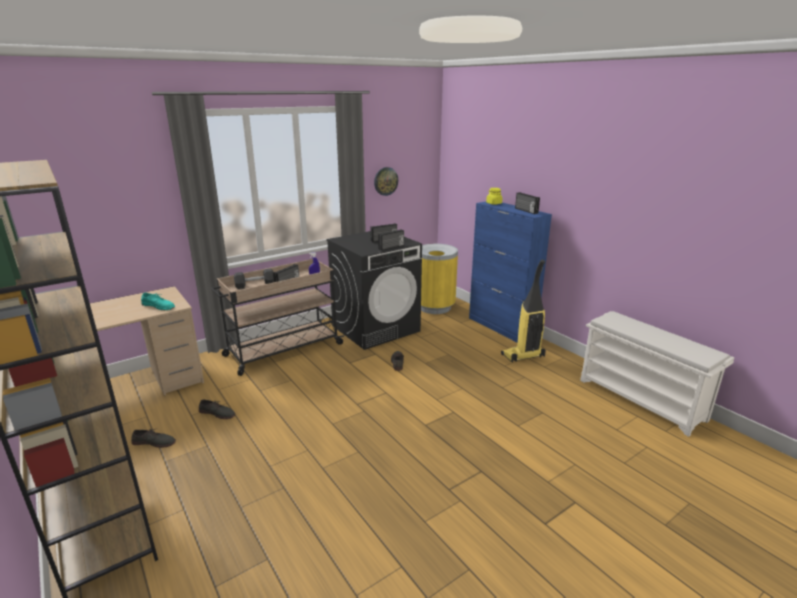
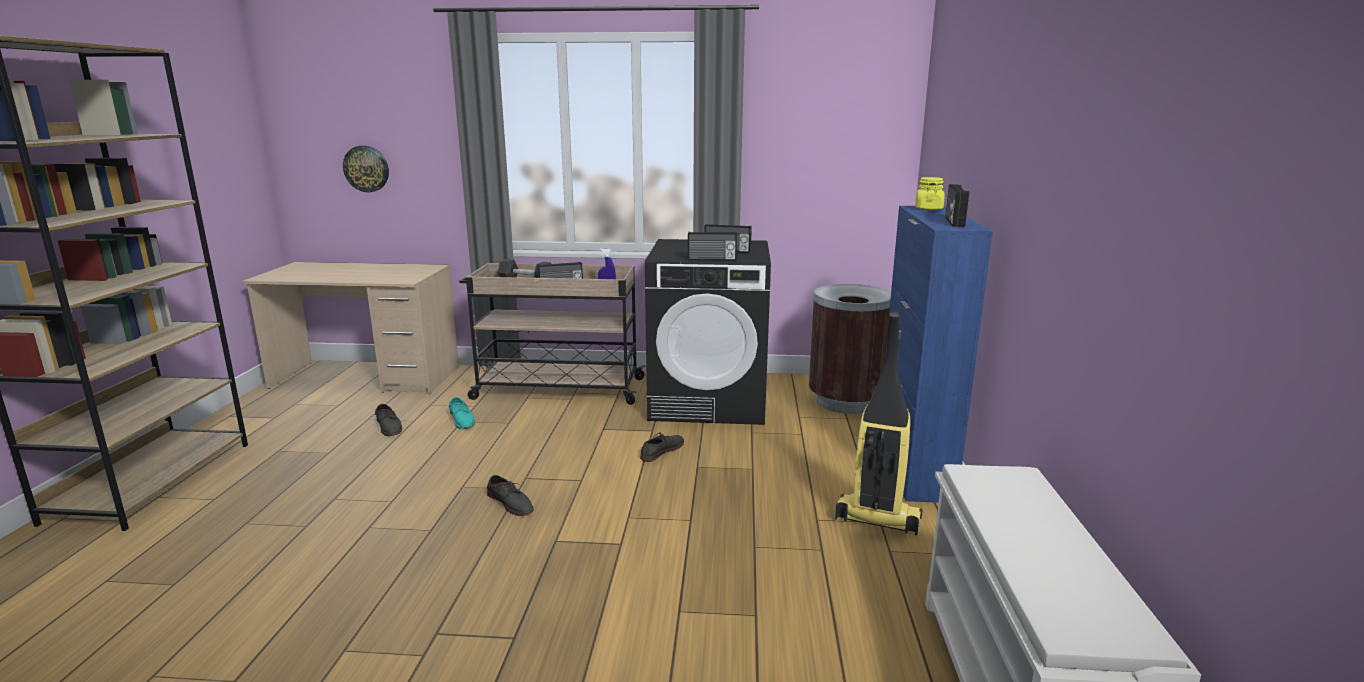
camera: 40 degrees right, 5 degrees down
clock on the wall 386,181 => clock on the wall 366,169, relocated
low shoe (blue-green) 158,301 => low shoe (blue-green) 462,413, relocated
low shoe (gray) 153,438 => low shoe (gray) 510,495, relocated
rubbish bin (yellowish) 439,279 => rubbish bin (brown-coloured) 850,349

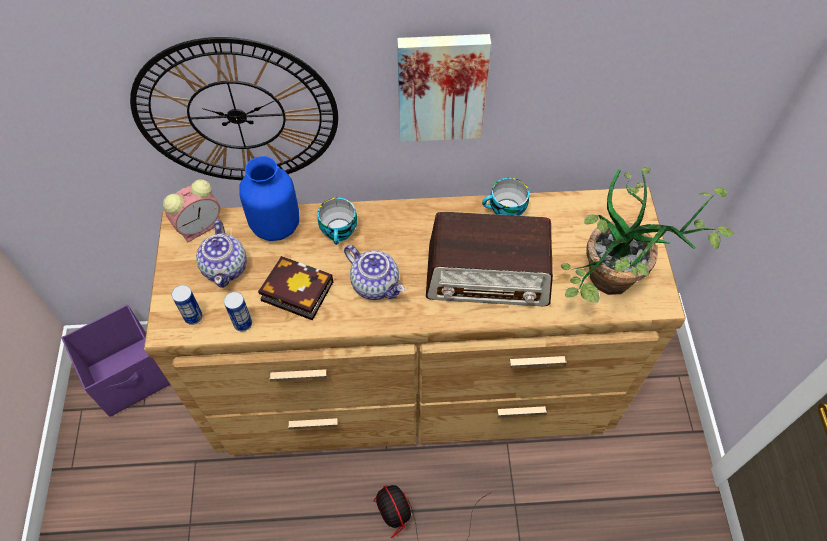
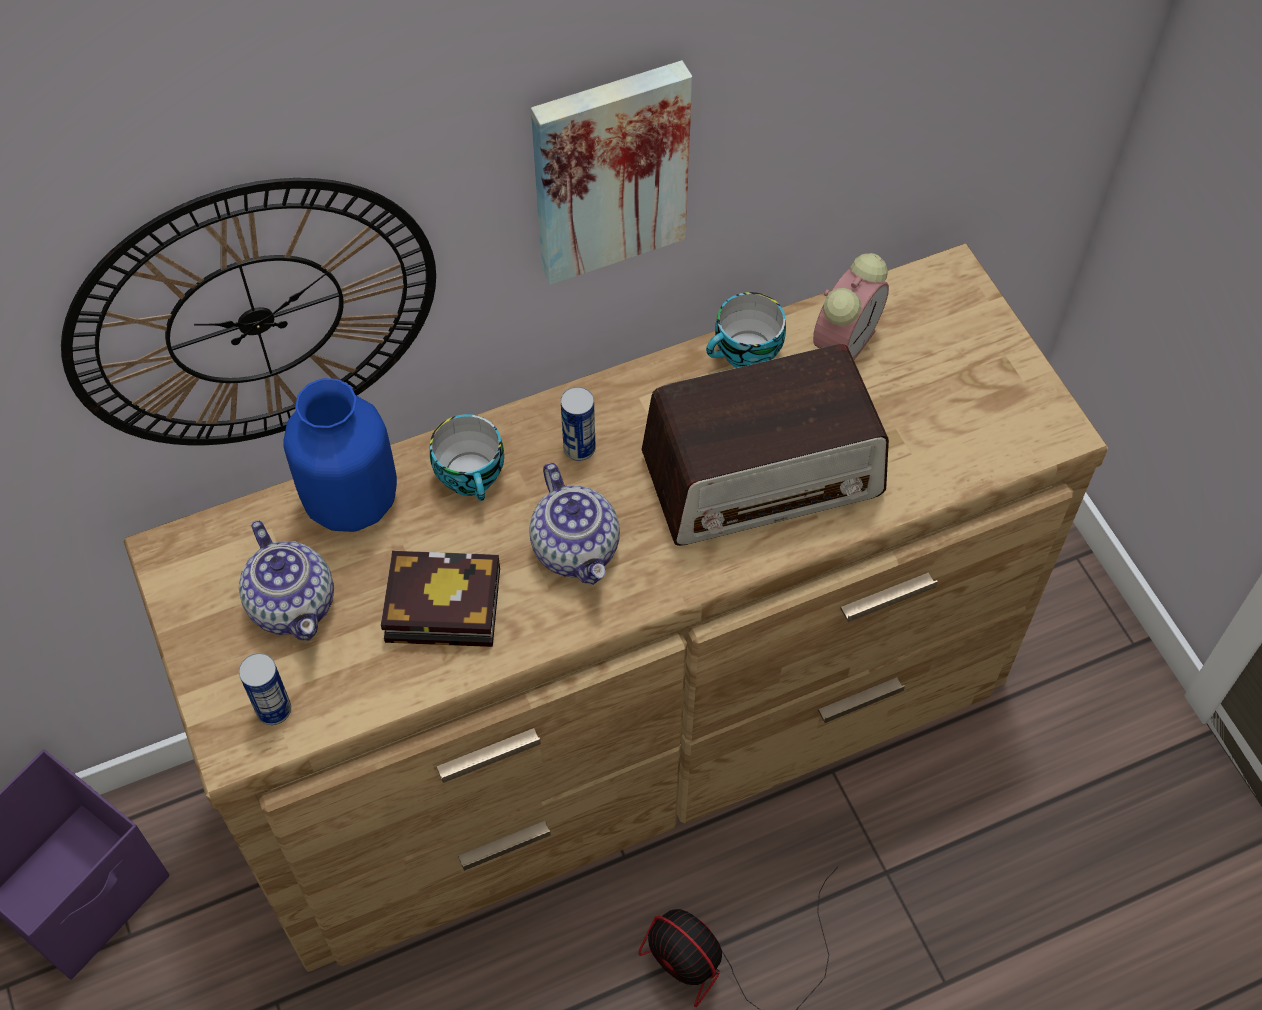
camera: 20 degrees left, 0 degrees up
tea pot 374,272 => tea pot 574,524, 45 degrees clockwise
metal can 238,311 => metal can 578,424, relocated
table clock 191,211 => table clock 851,306, relocated
plant in a pot 647,235 => nothing

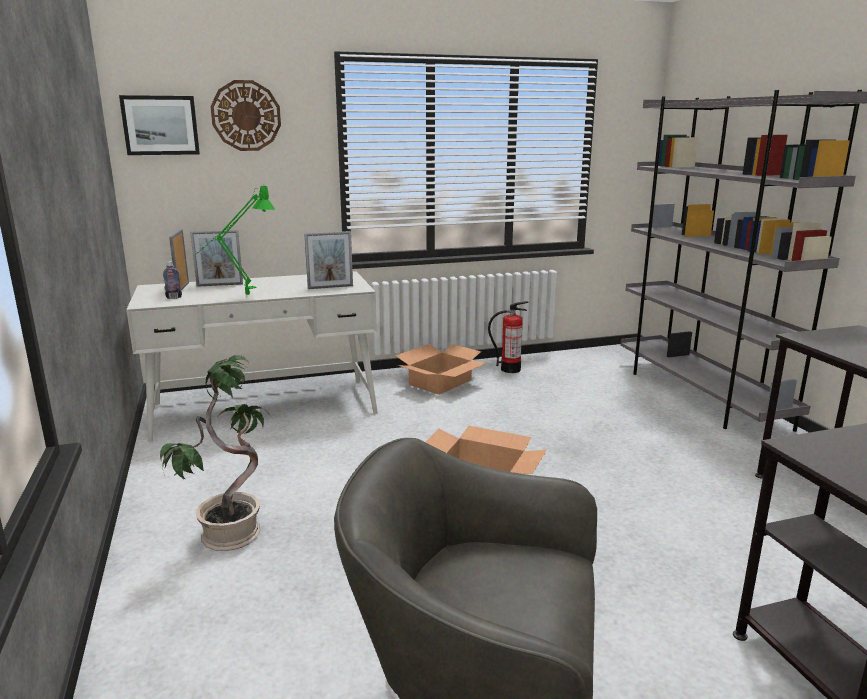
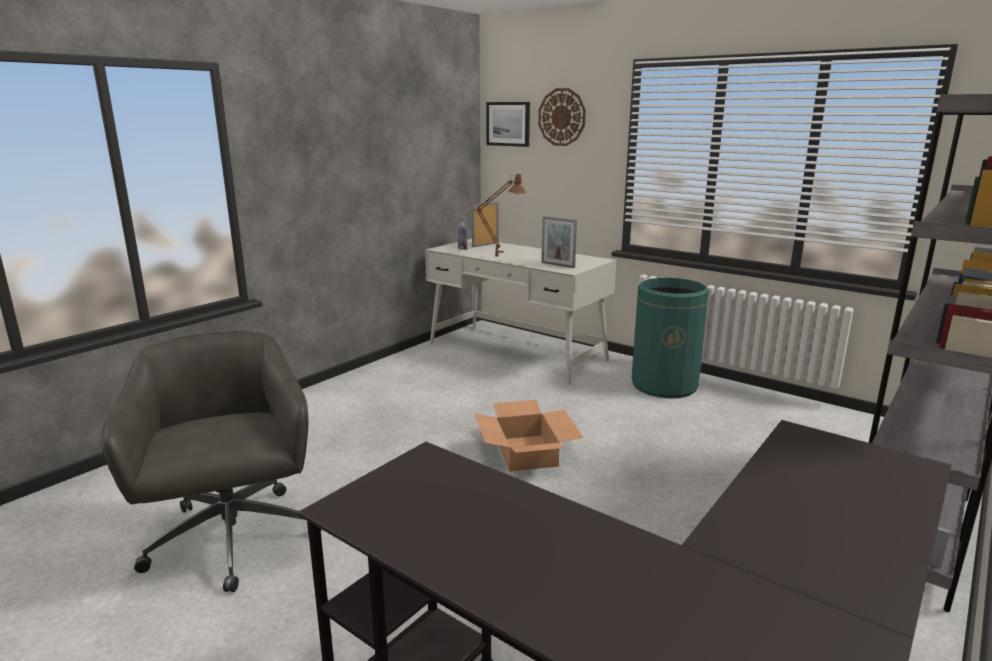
camera: 55 degrees right, 0 degrees up
table lamp (green) 235,240 => table lamp (brown-coloured) 493,215
carton 441,369 => rubbish bin (green) 670,338
plant in a pot 215,453 => nothing
photo frame 216,258 => nothing
fire-fighting cylinder 508,337 => nothing

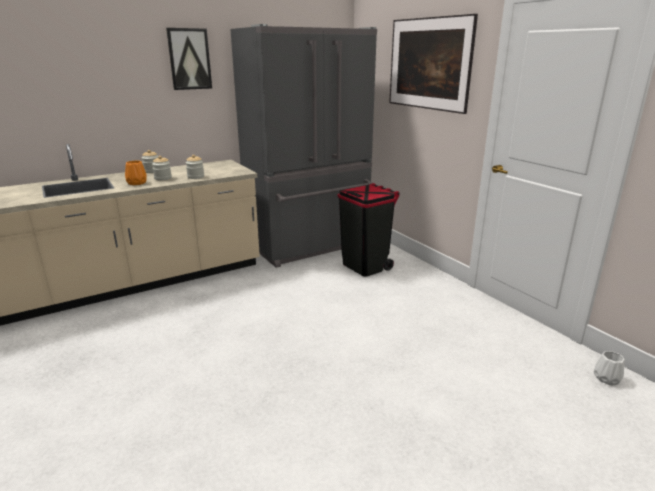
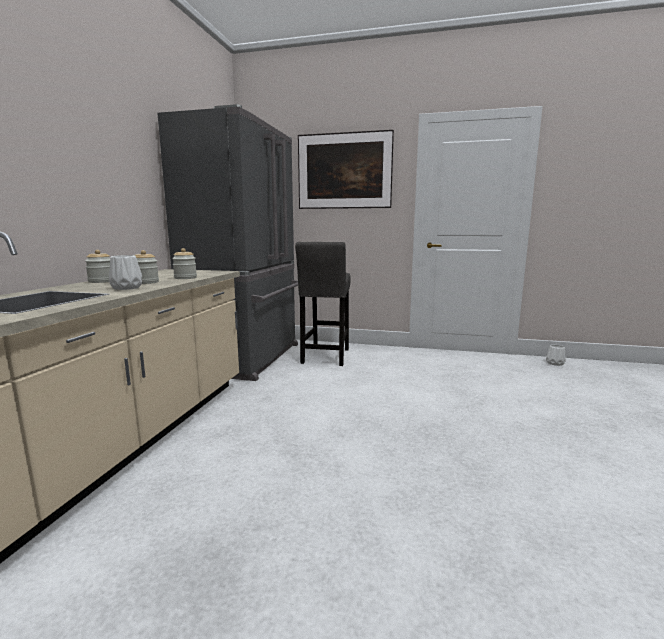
camera: 45 degrees left, 10 degrees down
flower vase (orange) 136,173 => flower vase (white-coloured) 125,272
rubbish bin (black-coloured) 369,230 => sitting stool (gray) 322,304
wall picture 189,59 => nothing

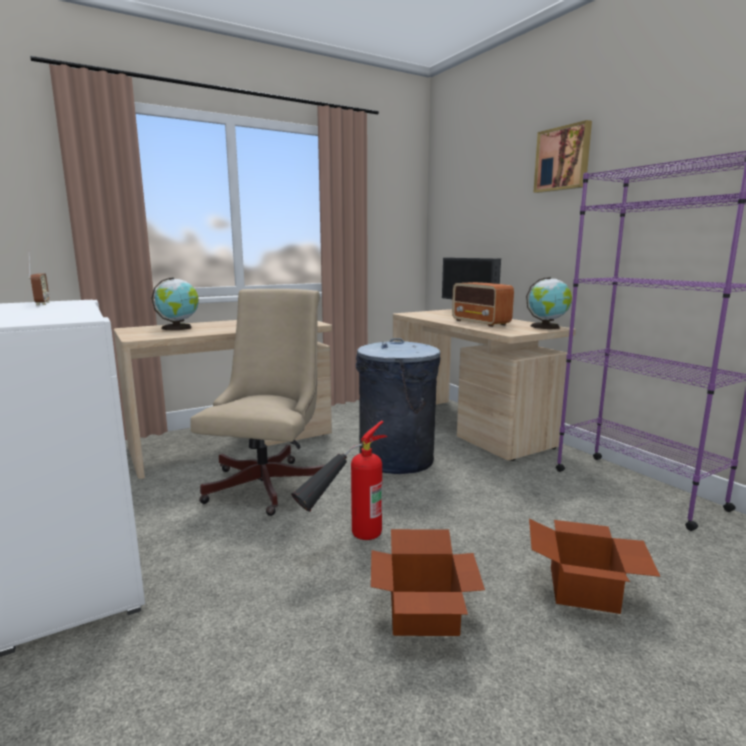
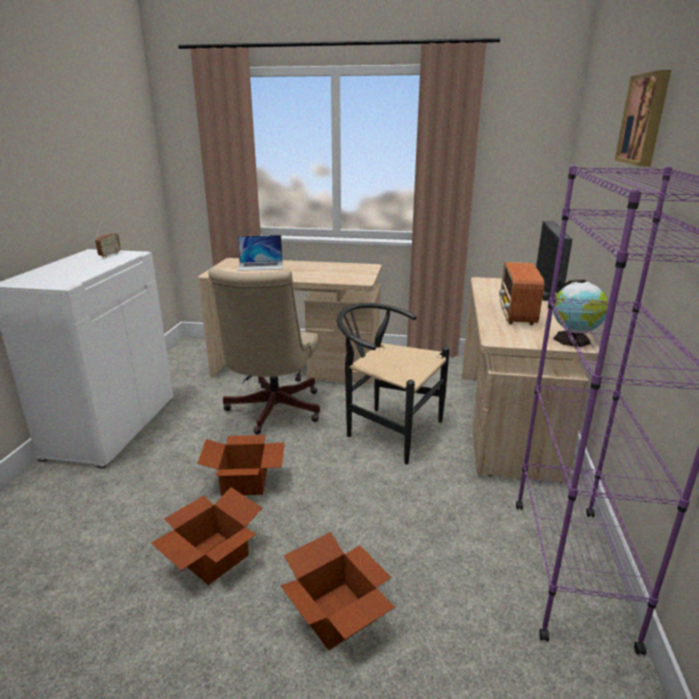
camera: 40 degrees right, 10 degrees up
fire-fighting cylinder 339,480 => carton 241,465
office chair (beige) 257,402 => office chair (beige) 264,351, 135 degrees clockwise
globe 175,303 => notebook computer 260,253
rubbish bin (gray) 398,406 => plain chair (black-coloured) 393,383

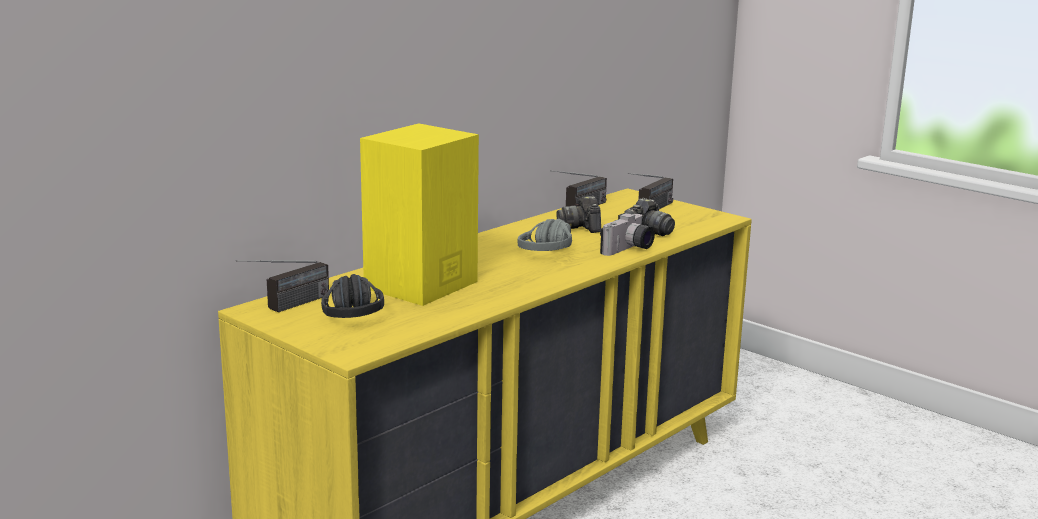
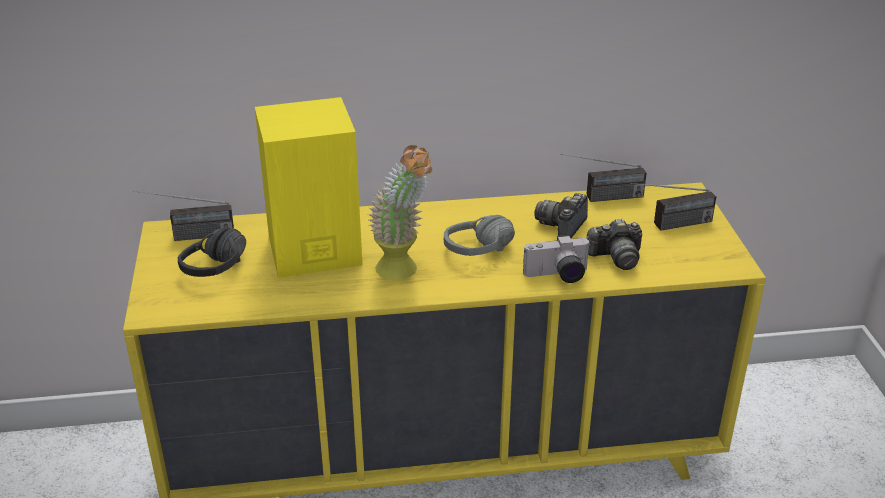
camera: 40 degrees right, 15 degrees up
nothing => plant in a pot 400,212

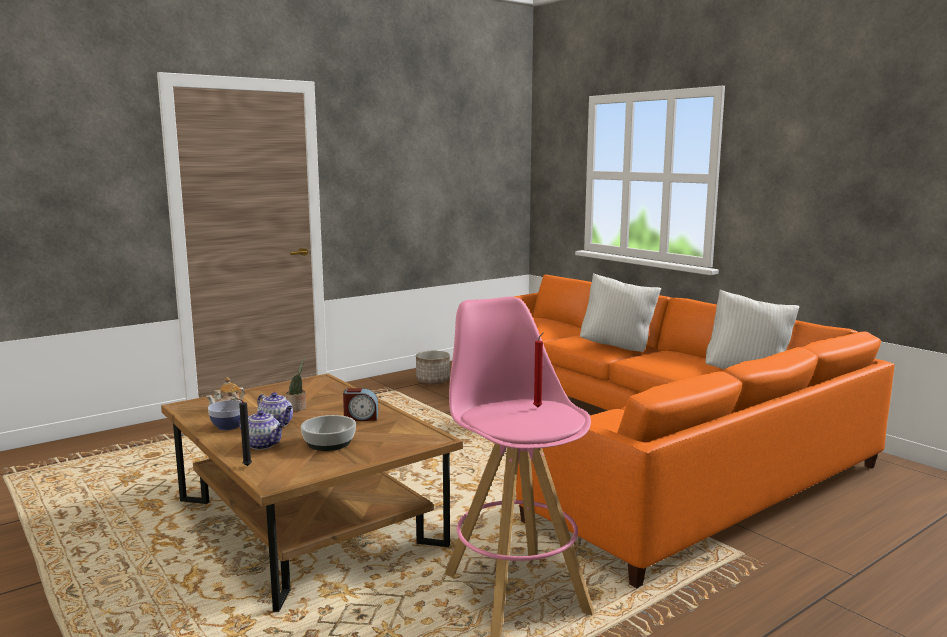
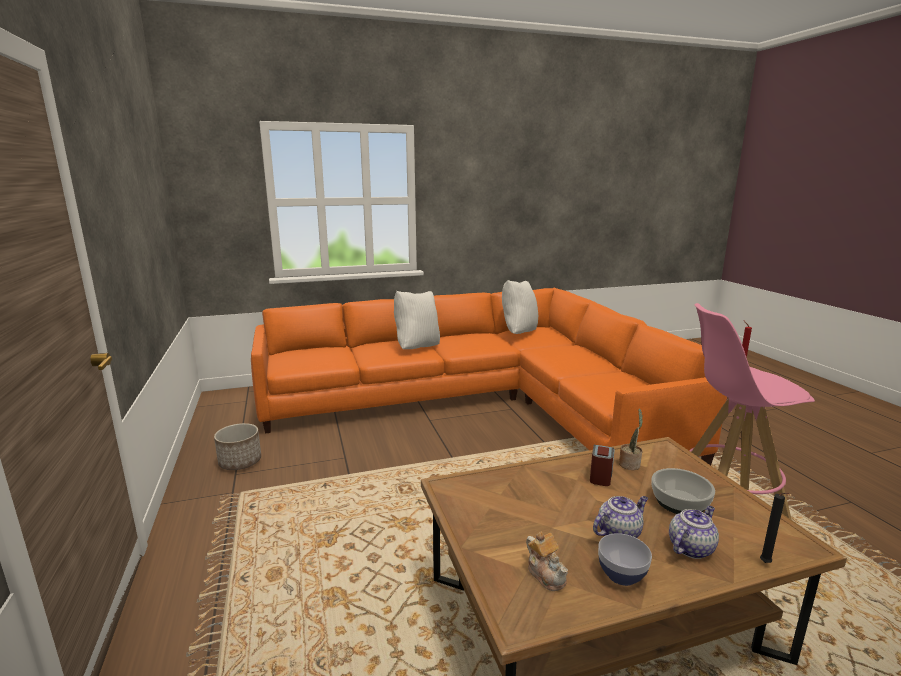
camera: 70 degrees left, 5 degrees up
plant in a pot 296,384 => plant in a pot 630,439, relocated

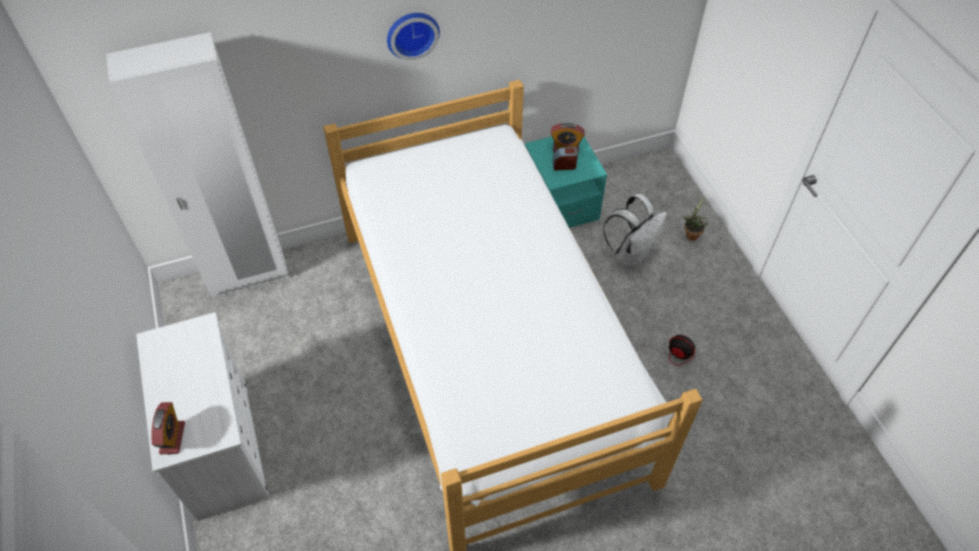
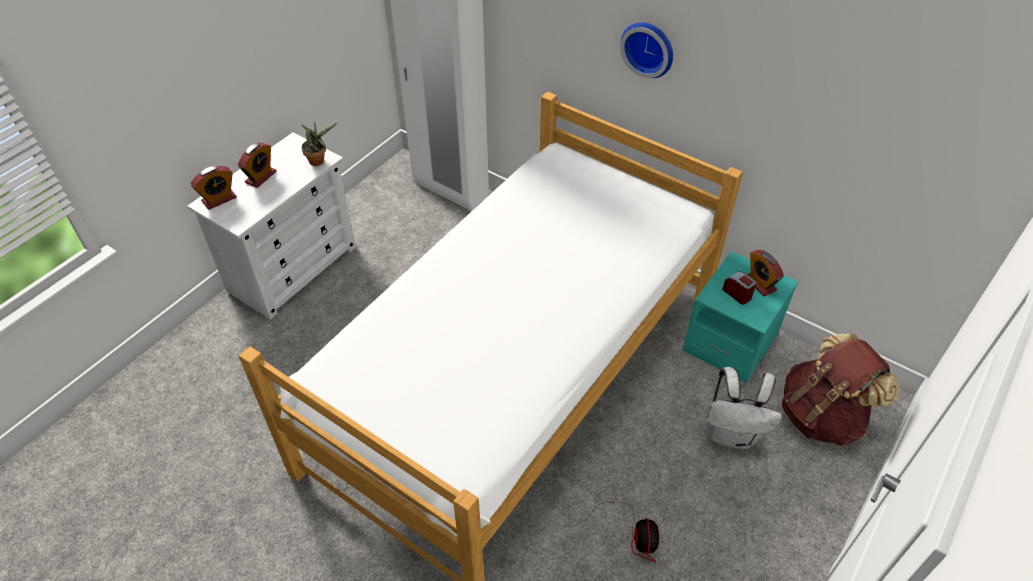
camera: 55 degrees right, 5 degrees down
nothing => table clock 257,165
plant in a pot 695,218 => plant in a pot 319,144, relocated
nothing => rucksack (brown-coloured) 841,389

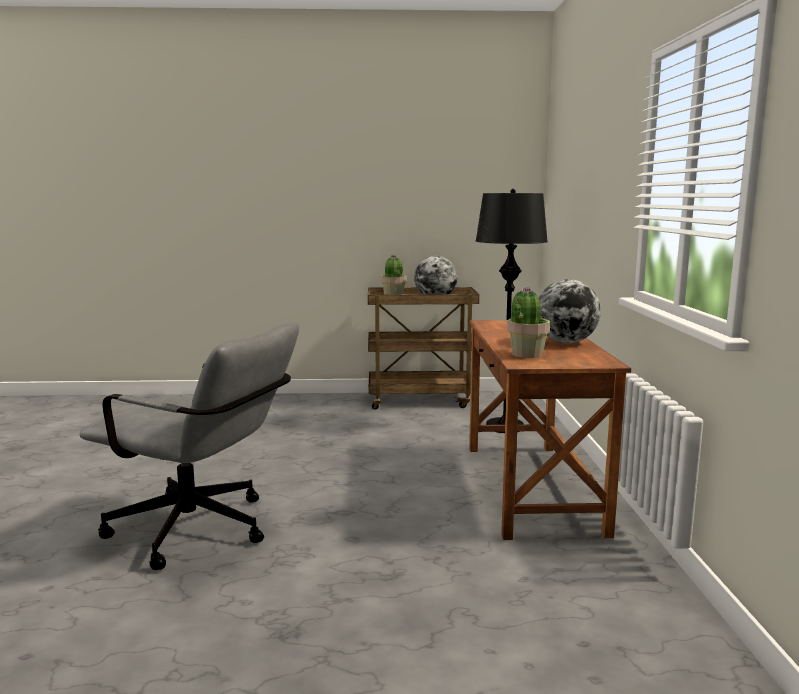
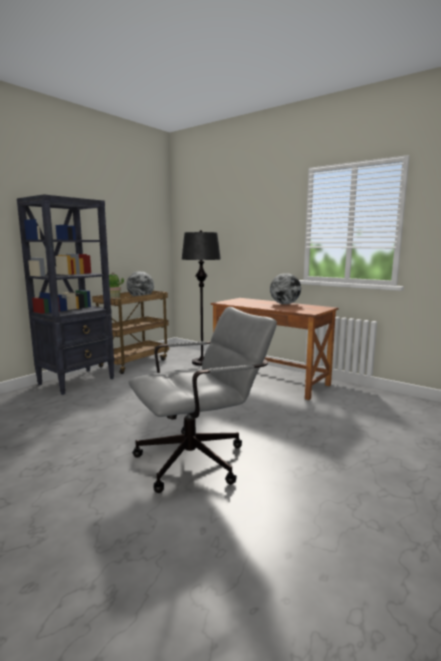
camera: 50 degrees left, 0 degrees up
nothing => bookshelf (black-coloured) 65,294
plant in a pot 528,322 => nothing

